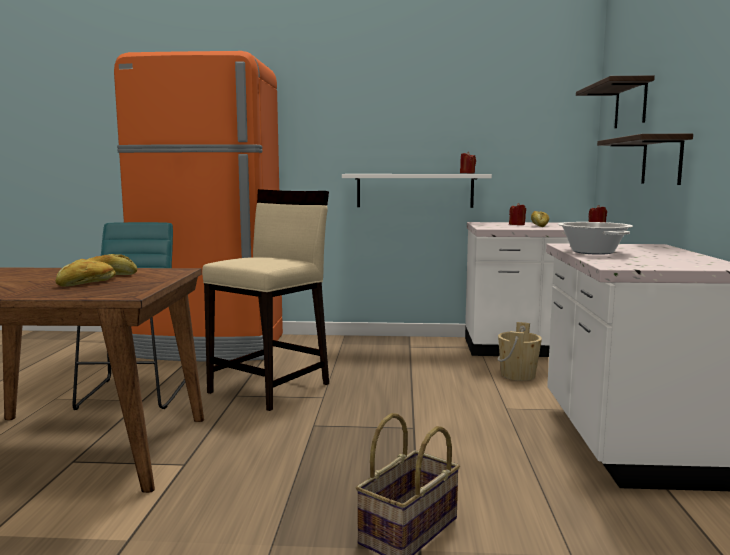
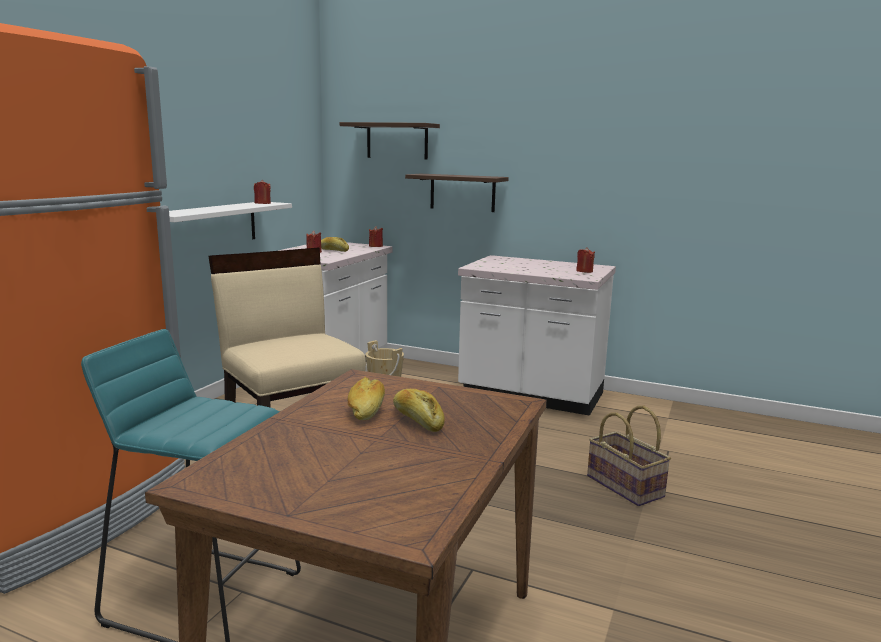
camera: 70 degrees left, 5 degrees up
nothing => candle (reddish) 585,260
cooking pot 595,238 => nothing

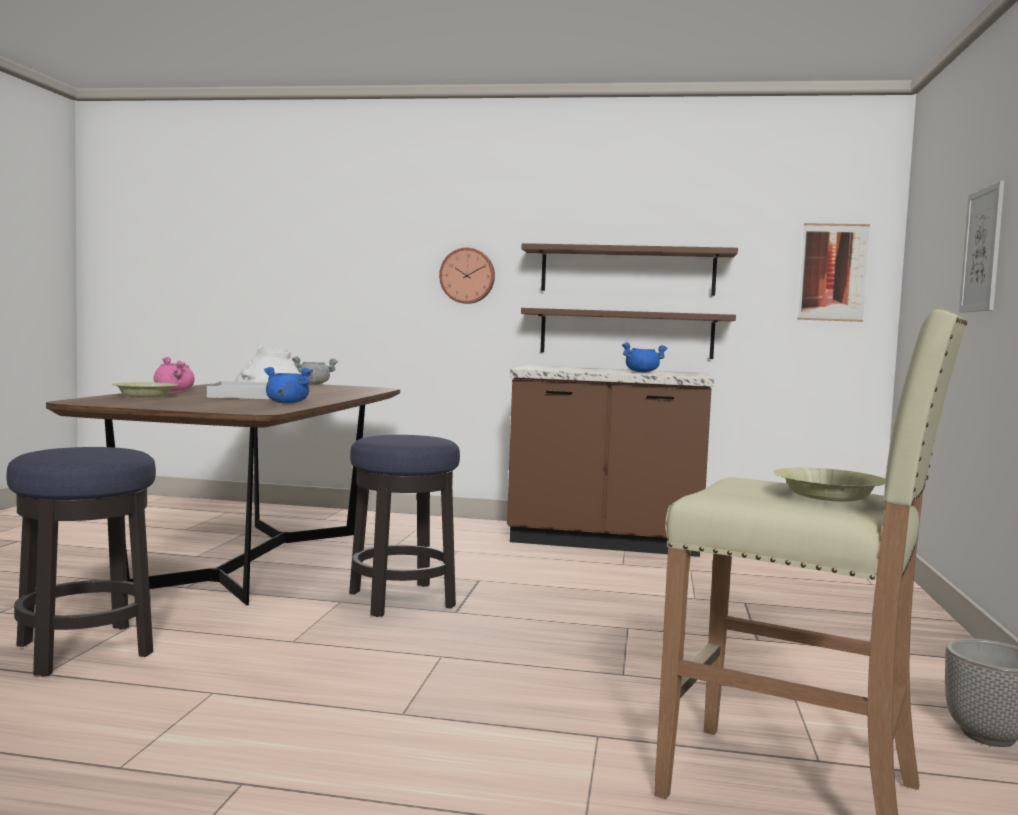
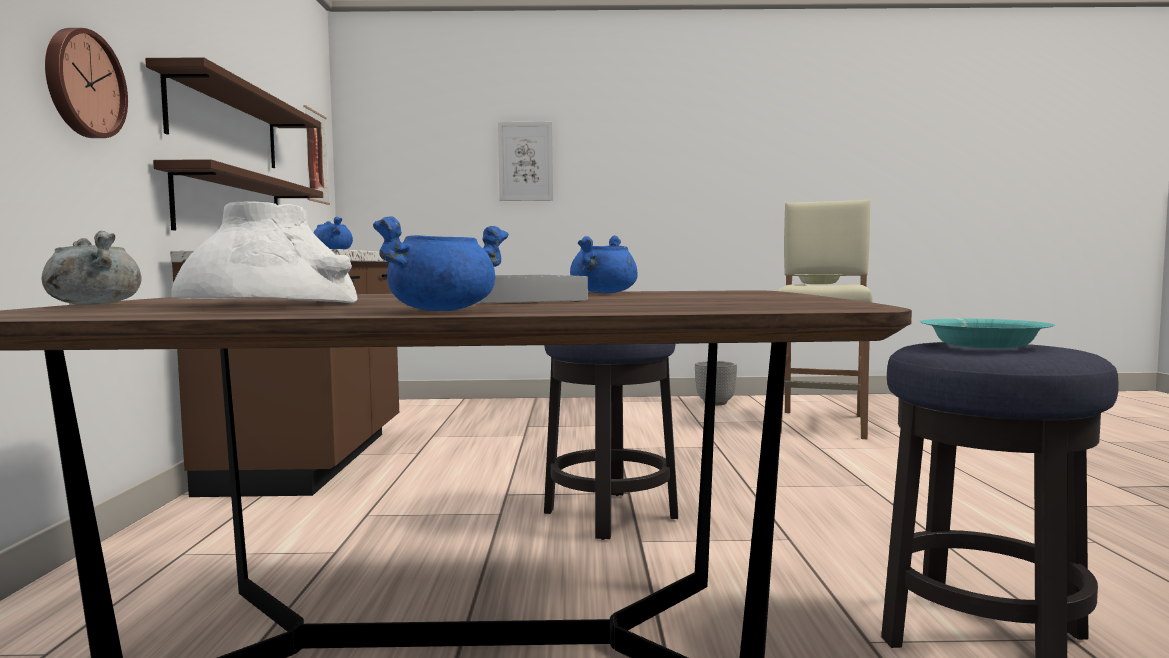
camera: 100 degrees left, 0 degrees up
cooking pot (pinkish) 174,374 => cooking pot (blue) 441,263
nothing => bowl (blue-green) 987,334
bowl (yellowish) 144,389 => nothing

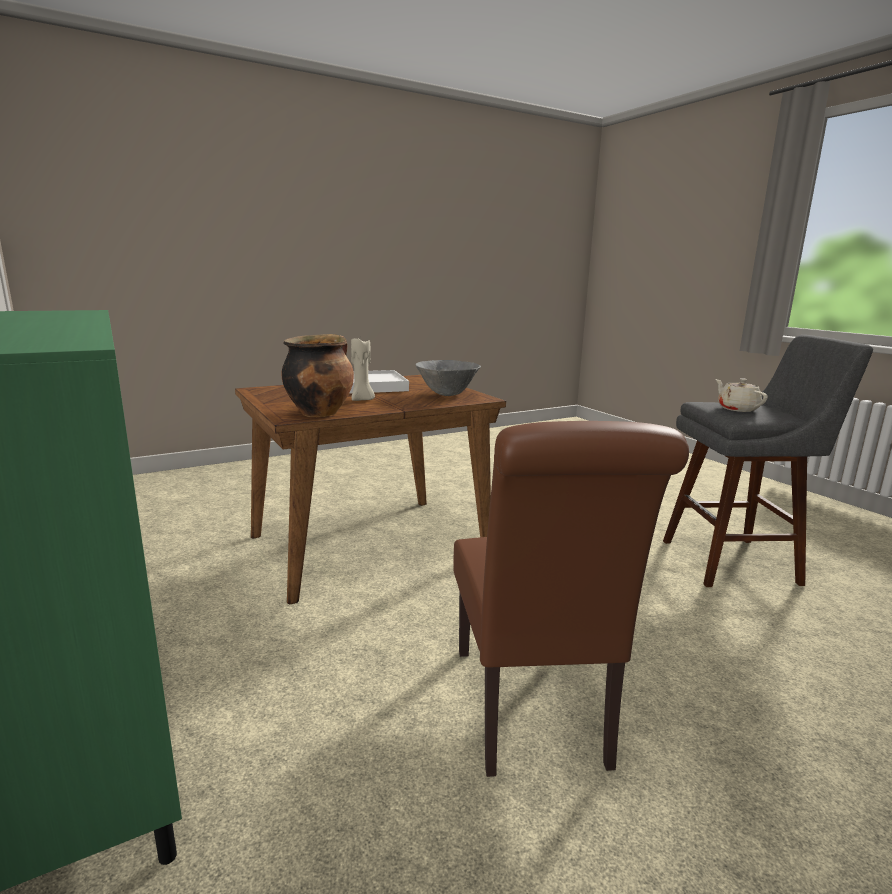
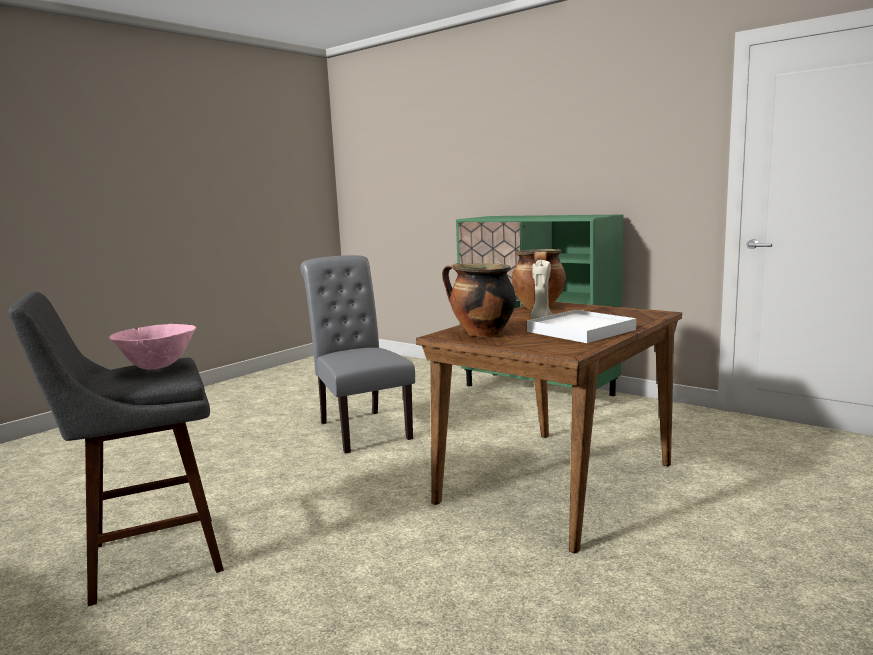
camera: 160 degrees right, 5 degrees down
tea pot (beige) 741,395 => bowl (pinkish) 152,347
plain chair (brown-coloured) 571,599 => plain chair (gray) 358,354
bowl (gray) 448,378 => cooking pot 479,300

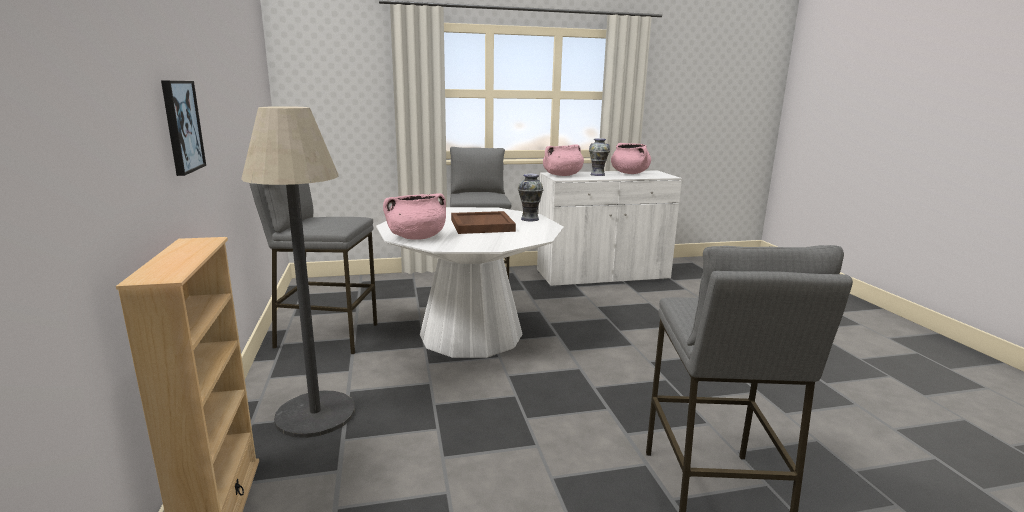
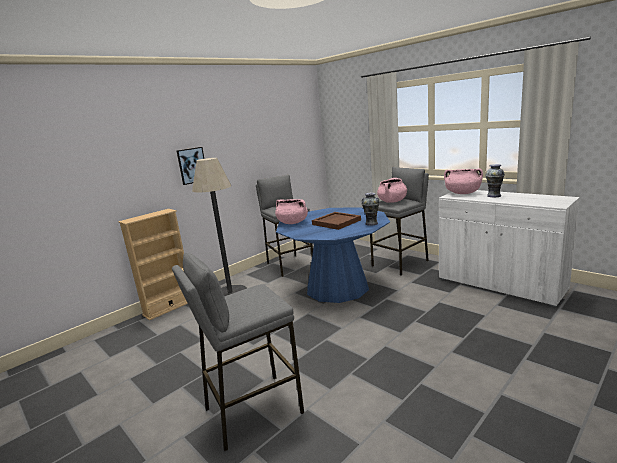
camera: 60 degrees right, 0 degrees up
kitchen table (white-coloured) 470,282 => kitchen table (blue) 333,255
cooking pot (pinkish) 631,158 => cooking pot (pinkish) 392,190, relocated

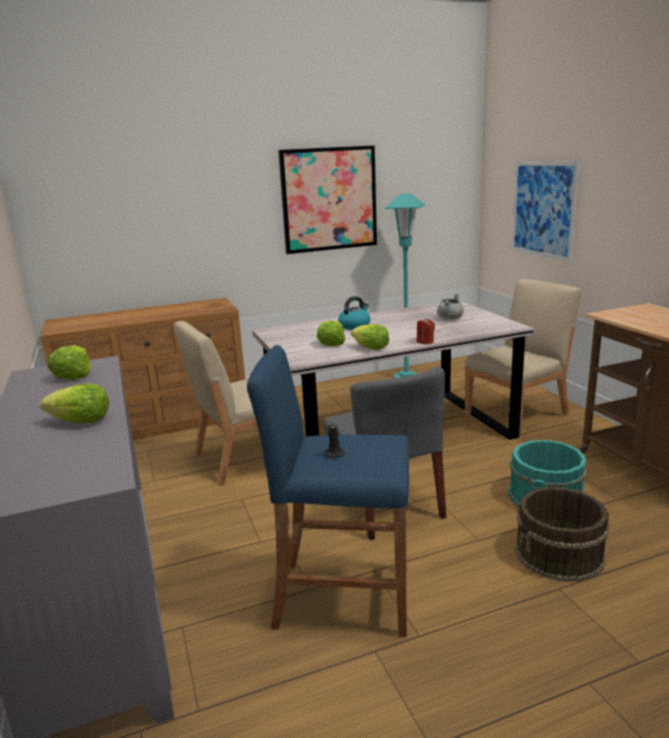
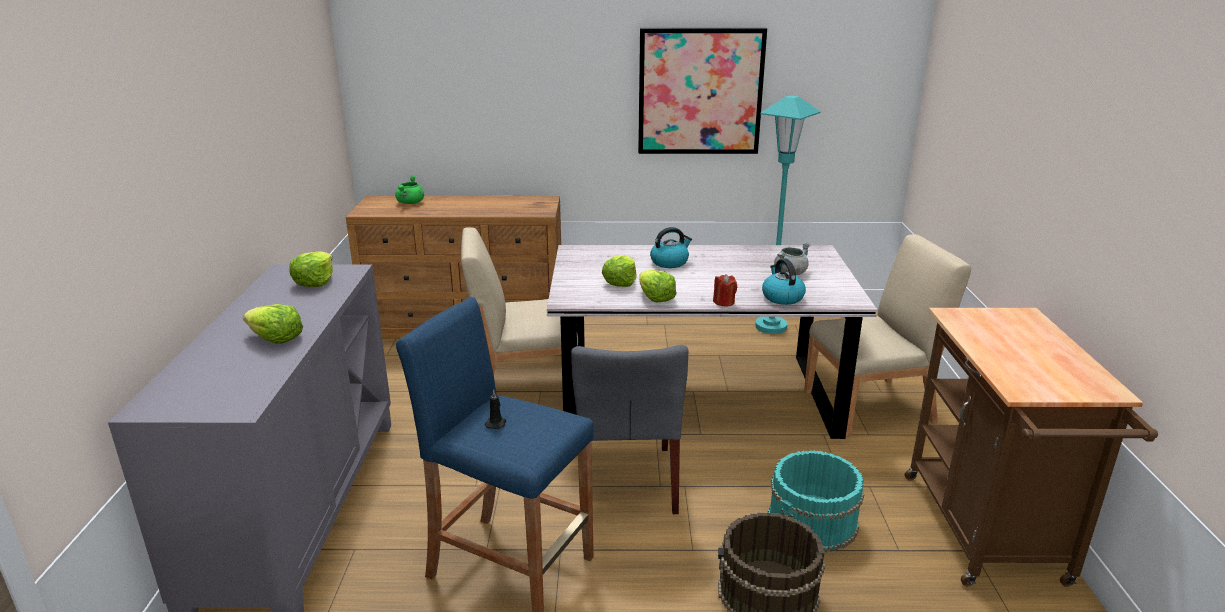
camera: 20 degrees right, 5 degrees up
nothing => cooking pot (green) 409,189
nothing => water kettle 784,282
wall picture 546,211 => nothing

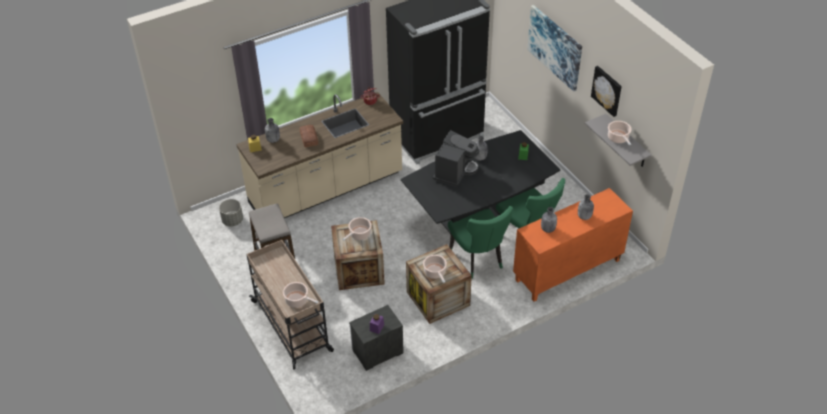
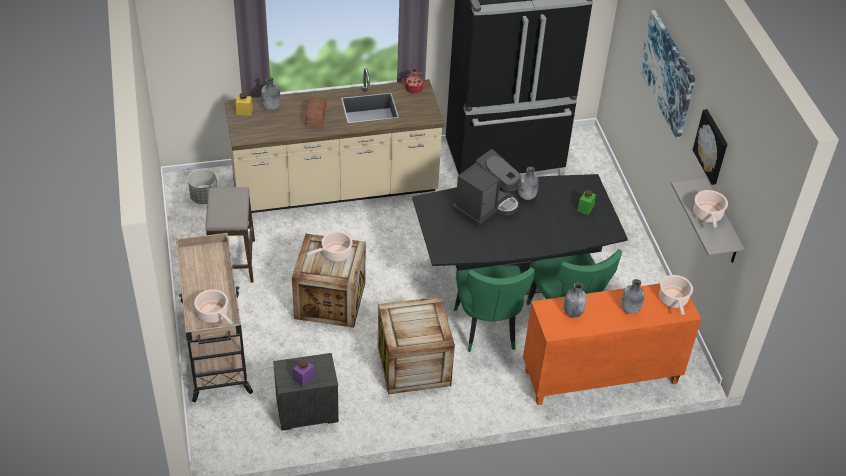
camera: 15 degrees right, 0 degrees up
cooking pot 435,269 => cooking pot 676,295, relocated

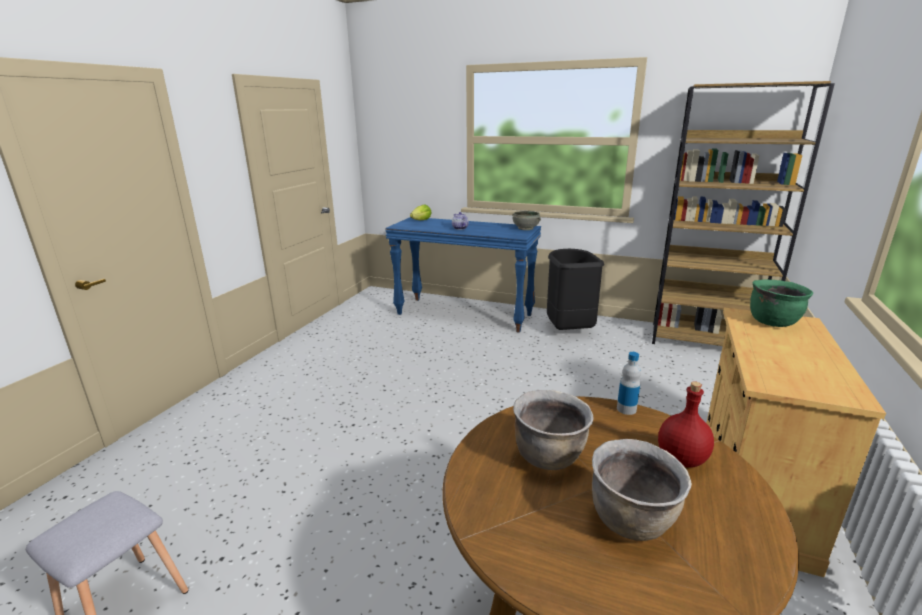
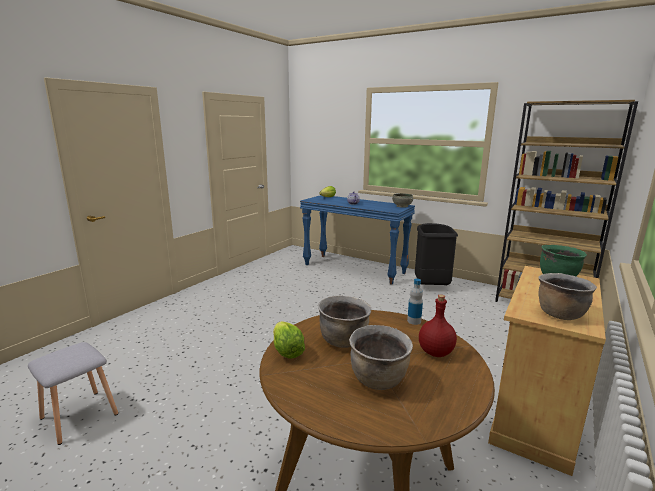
camera: 10 degrees right, 5 degrees down
nothing => lettuce head 289,340
nothing => cooking pot (brown-coloured) 567,296

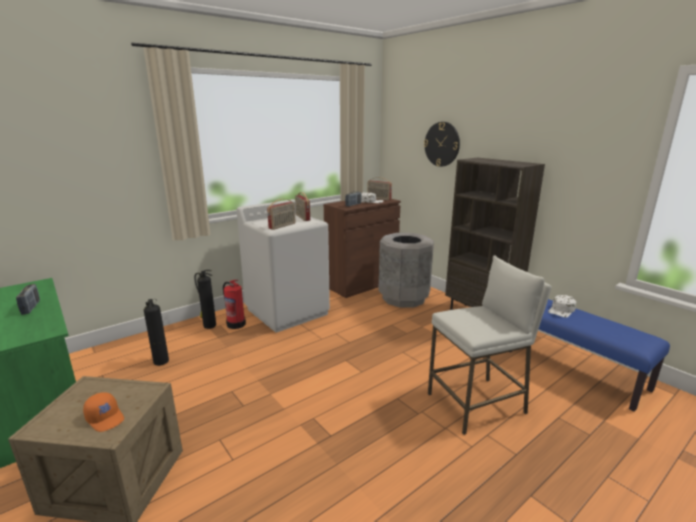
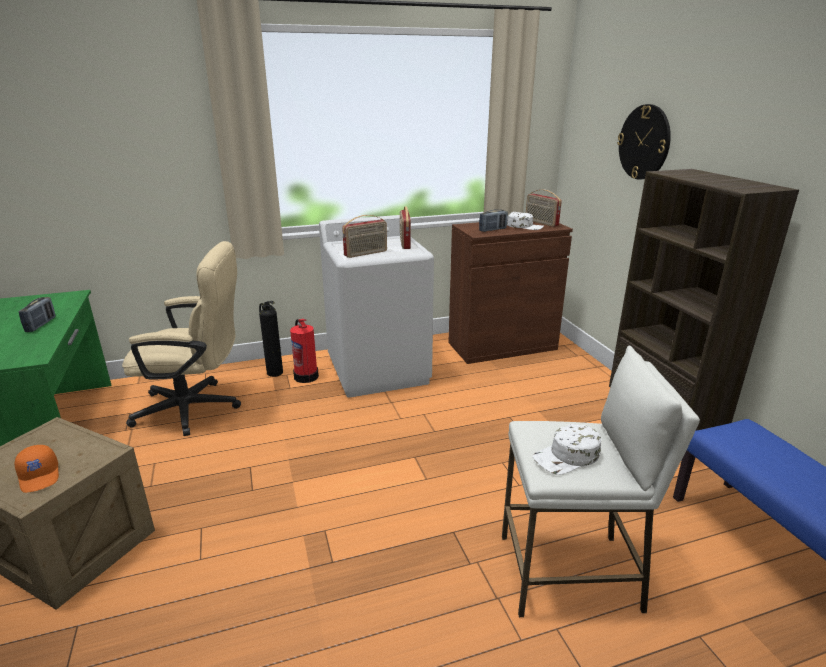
camera: 20 degrees right, 5 degrees up
fire-fighting cylinder 156,332 => office chair (beige) 181,338
peaked cap (white-coloured) 562,306 => peaked cap (white-coloured) 567,449, relocated
rubbish bin (gray) 406,270 => nothing

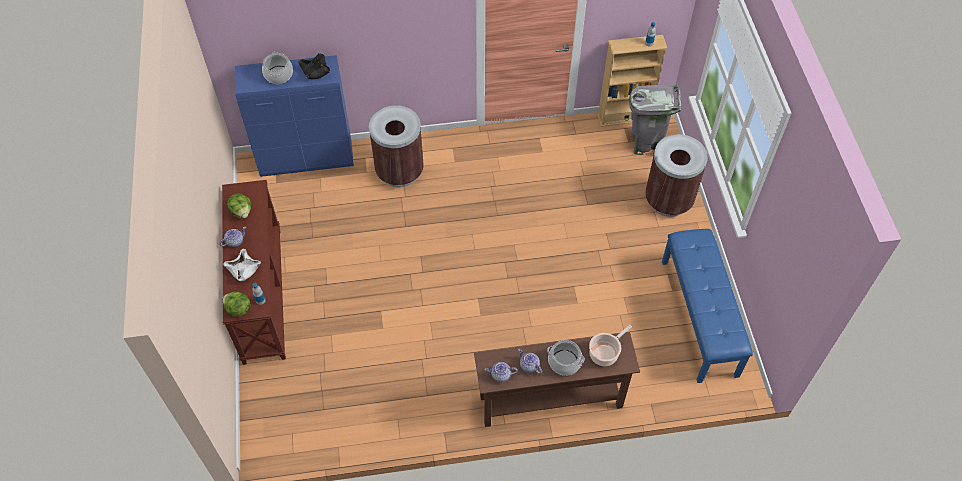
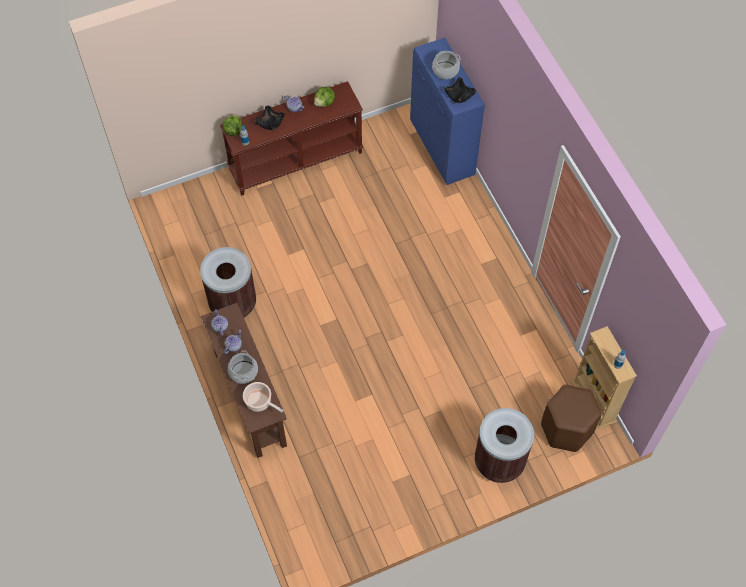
camera: 75 degrees right, 5 degrees up
rubbish bin (brown-coloured) 396,146 => rubbish bin (brown-coloured) 228,282, relocated
bowl (white-coloured) 242,265 => bowl (black-coloured) 270,117
rubbish bin (gray) 655,119 => sitting stool (brown-coloured) 571,418
indoor bench (blue) 707,306 => nothing

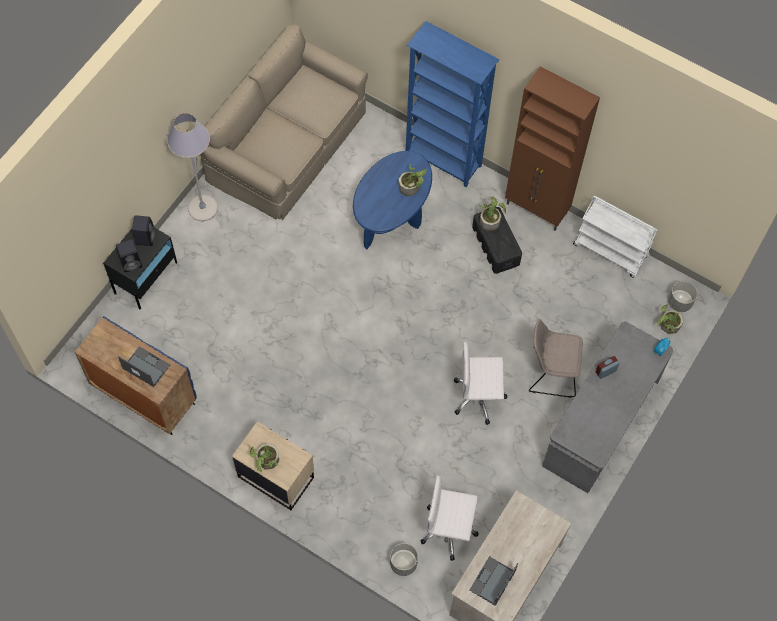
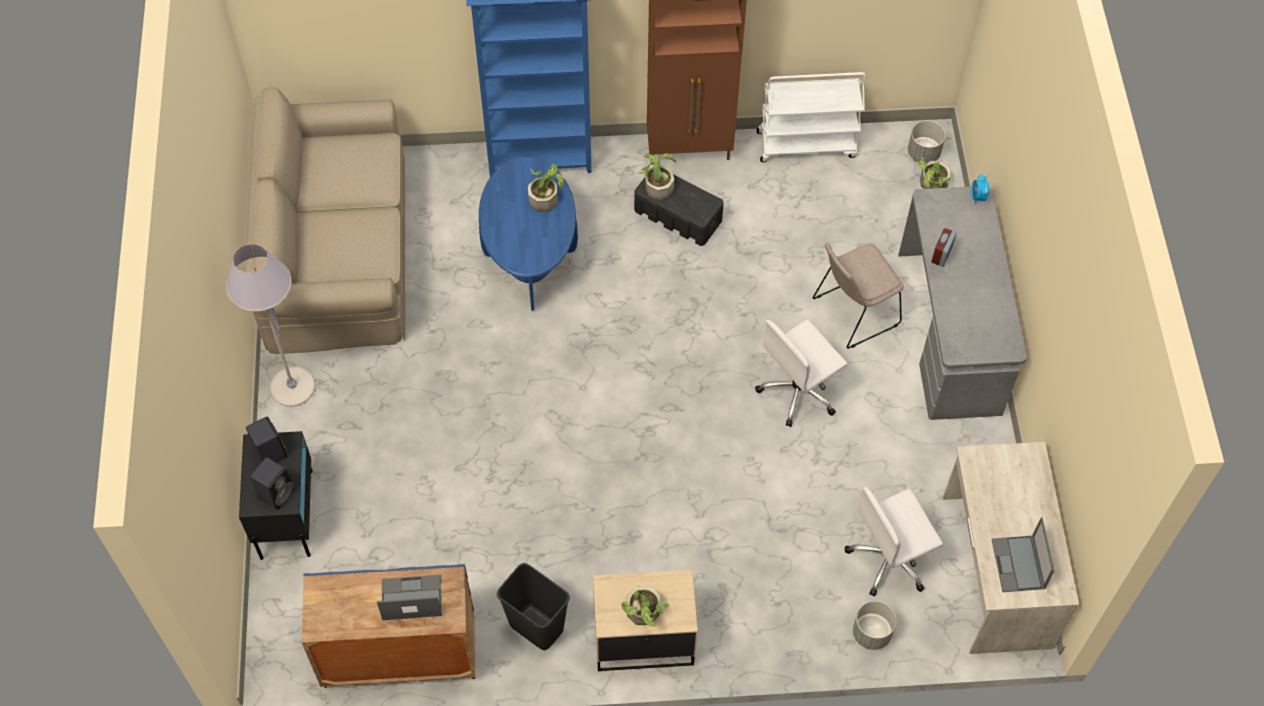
camera: 35 degrees left, 5 degrees down
nothing => rubbish bin (black-coloured) 533,606

